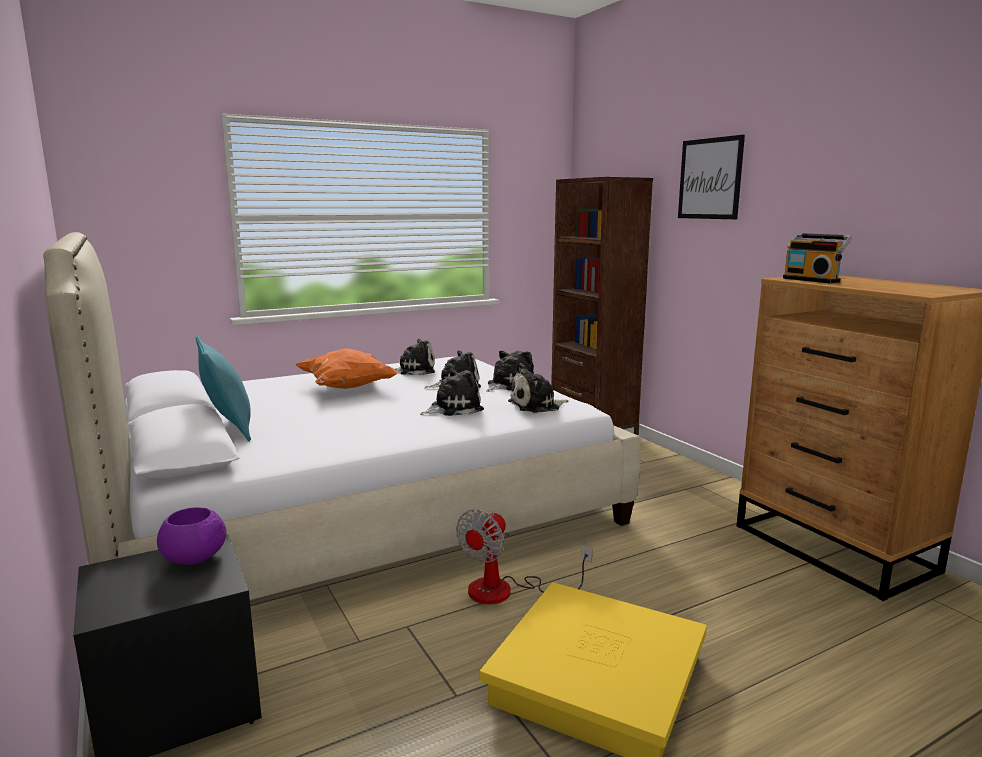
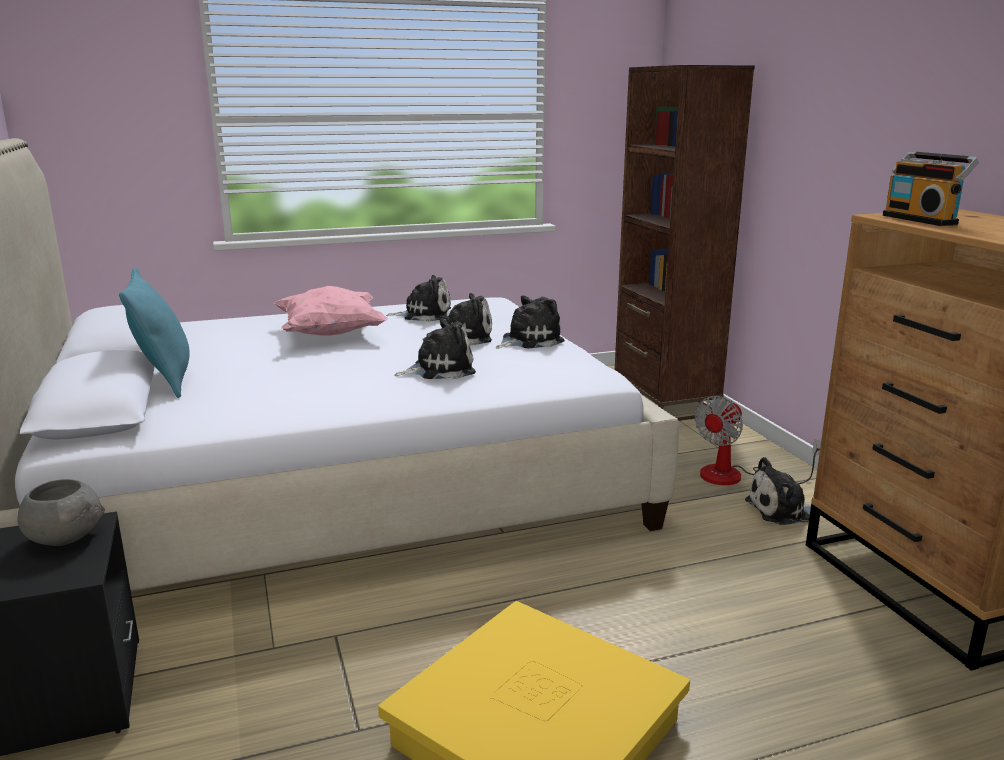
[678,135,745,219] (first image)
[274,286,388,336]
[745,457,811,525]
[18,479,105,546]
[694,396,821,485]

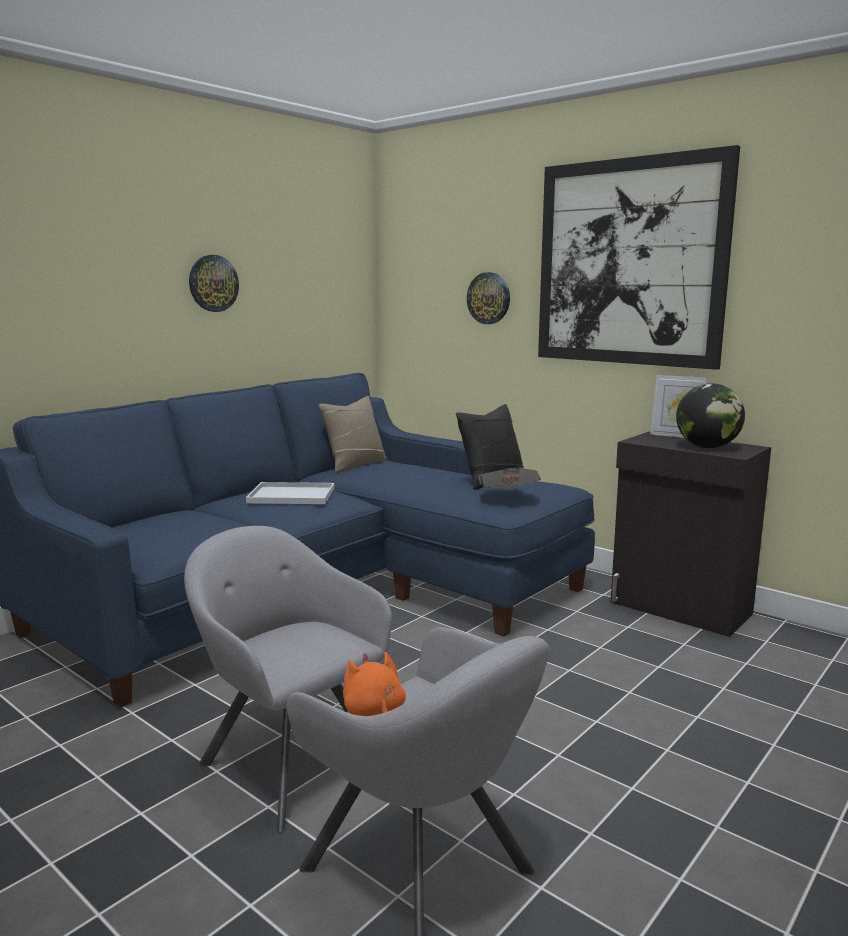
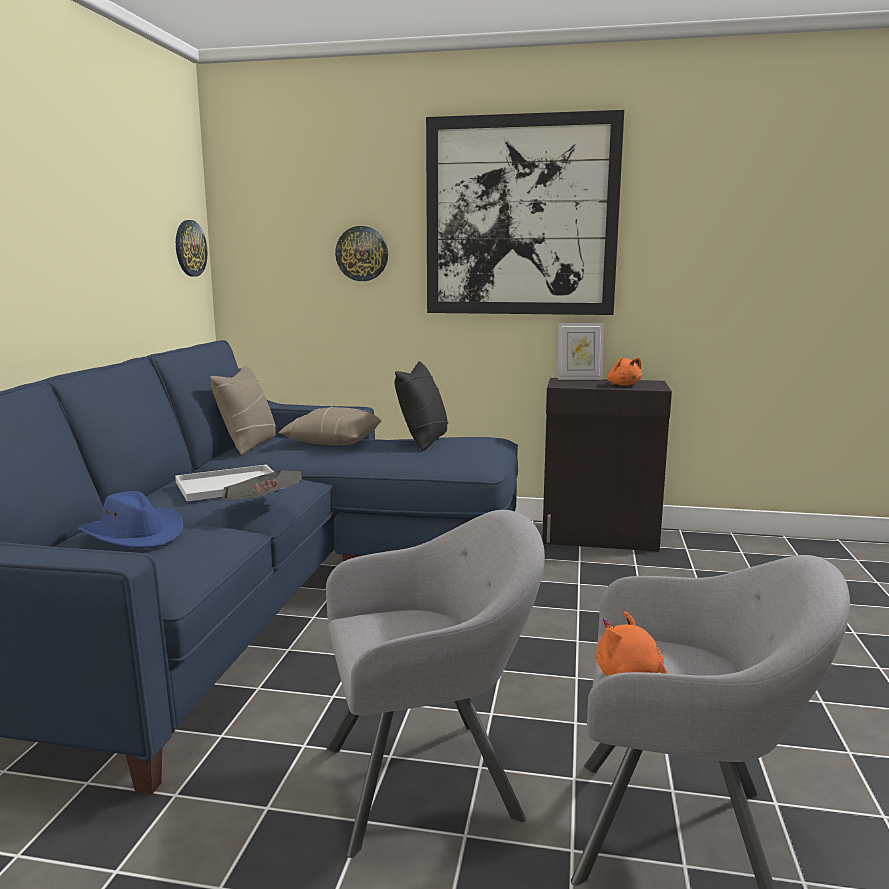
[176,220,207,276]
[608,358,642,386]
[223,470,302,500]
[326,510,545,858]
[278,407,382,445]
[77,491,183,548]

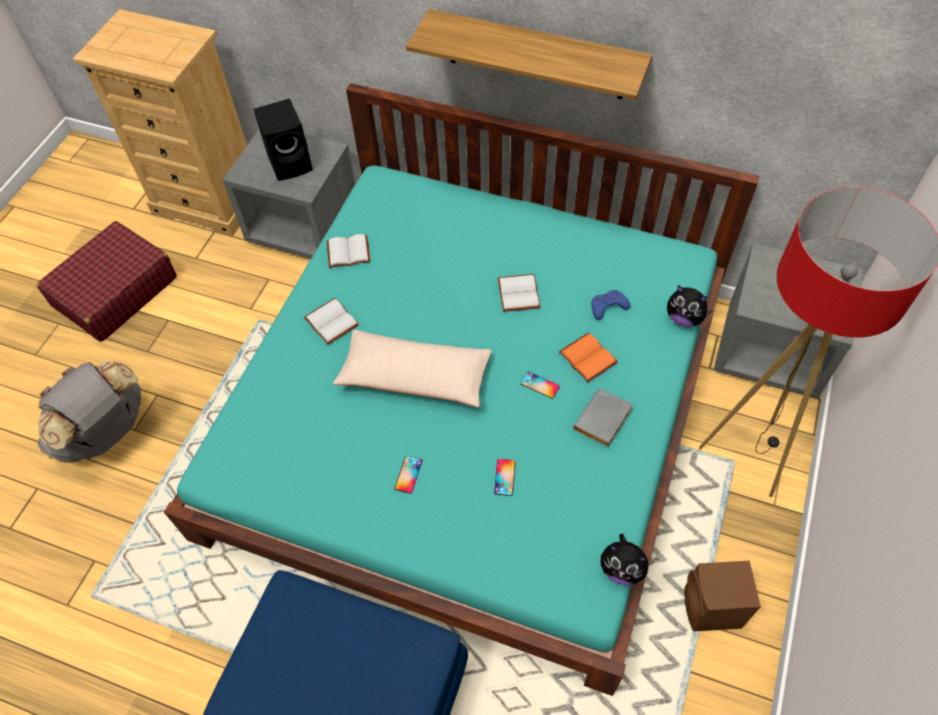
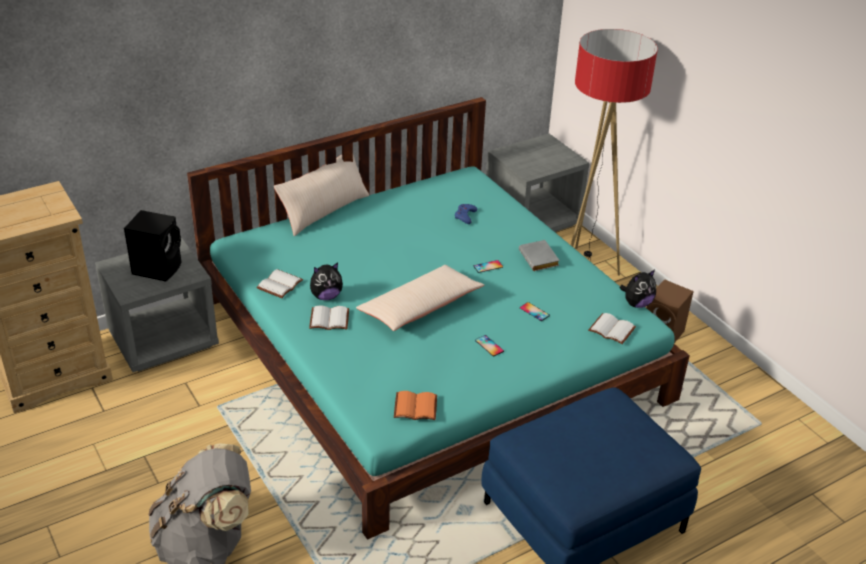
[406,9,652,100] (first image)
[37,221,177,342] (first image)
[588,313,636,344]
[310,263,343,300]
[394,391,437,420]
[274,154,369,236]

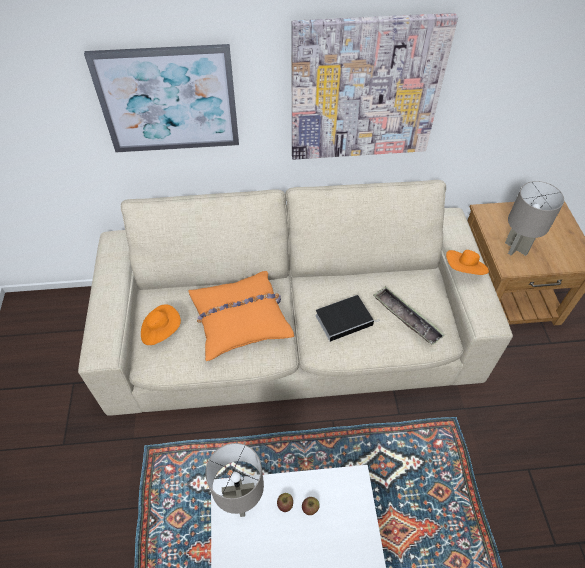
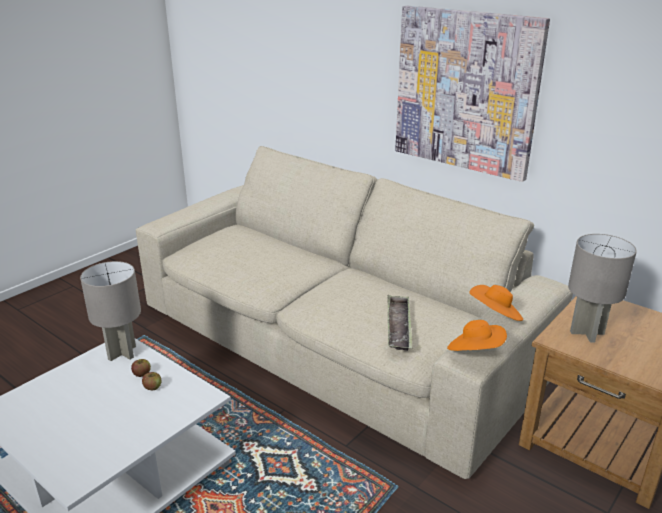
[84,44,239,152] (first image)
[188,271,294,361] (first image)
[315,295,380,342] (first image)
[447,320,507,351]

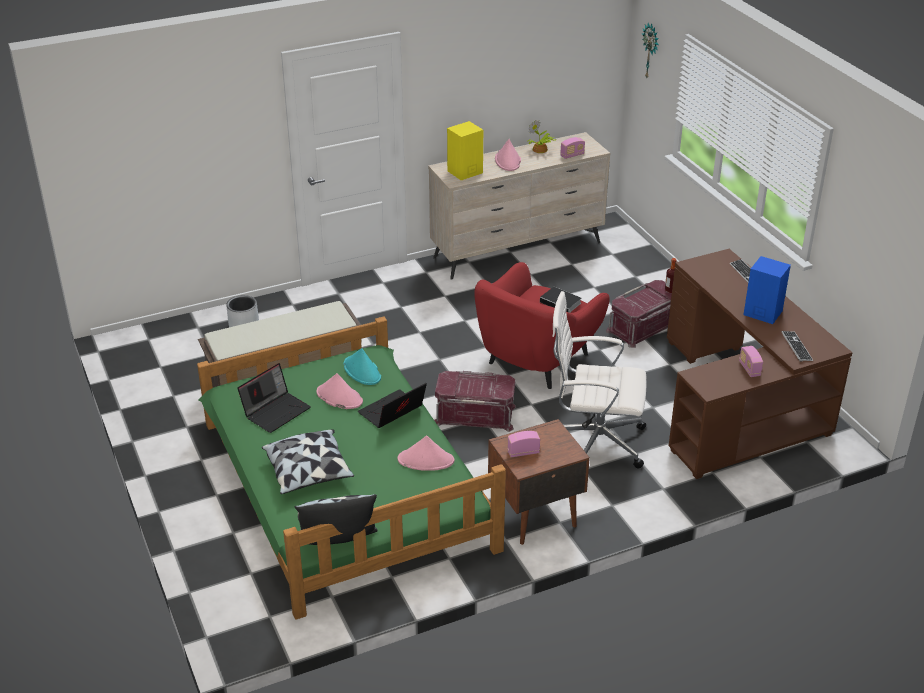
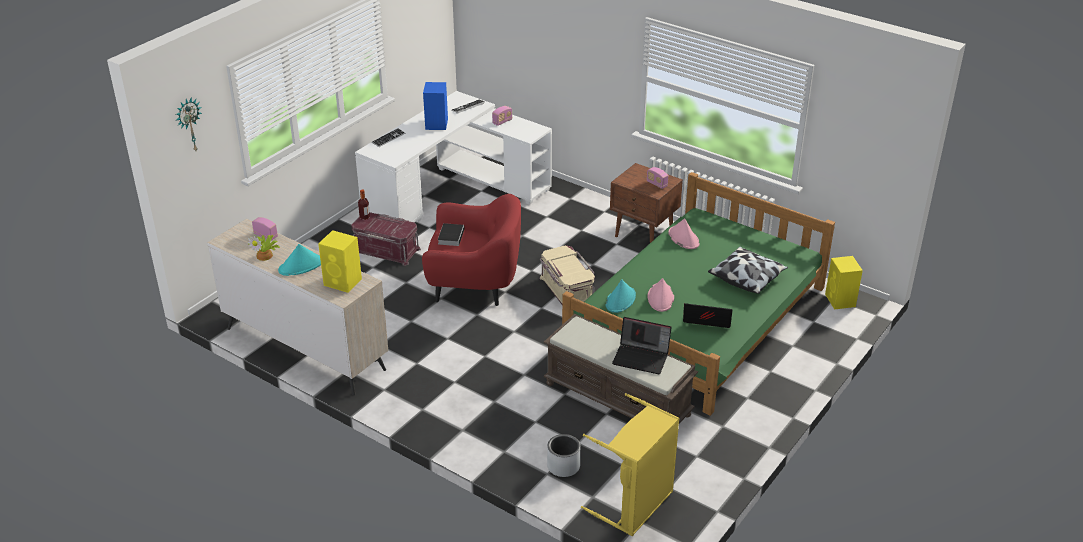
[278,244,321,276]
[355,91,552,222]
[552,291,646,468] (first image)
[539,245,595,305]
[612,317,672,374]
[295,494,378,545] (first image)
[825,256,863,309]
[581,393,680,536]

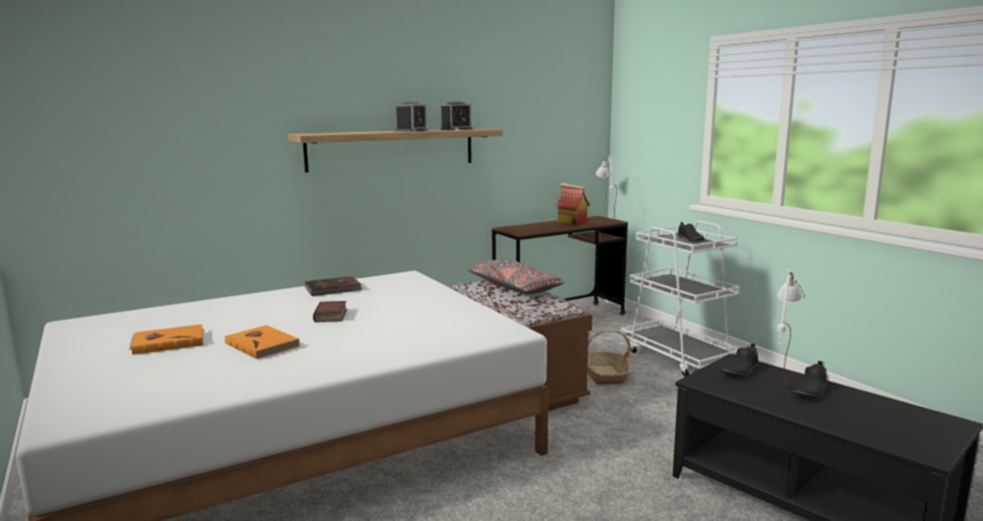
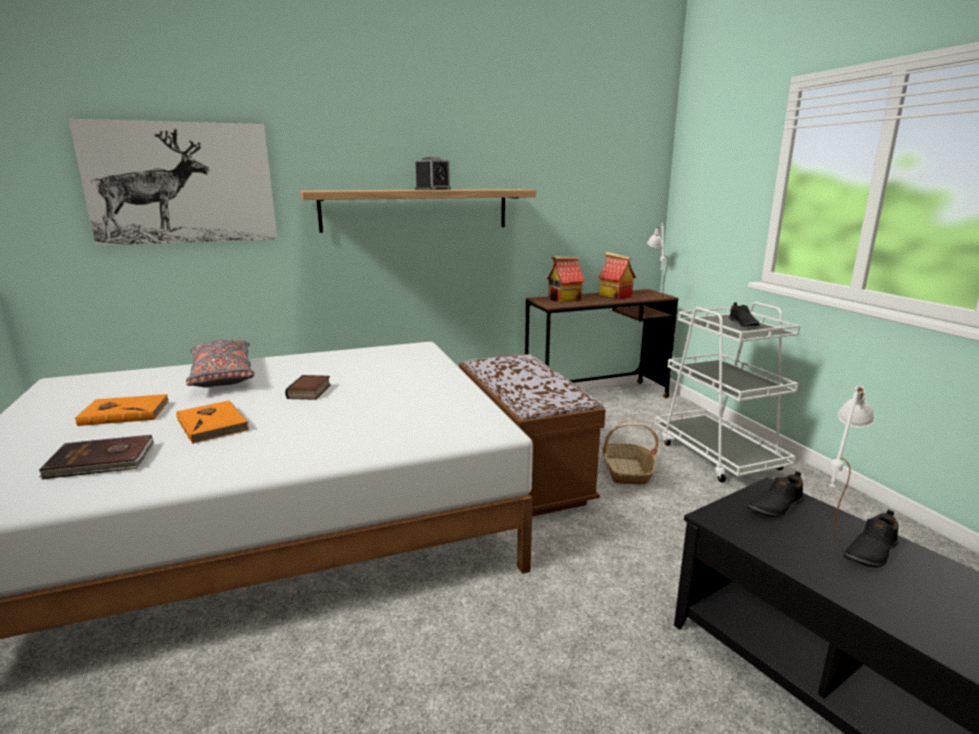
[441,102,473,130] (first image)
[186,339,254,388]
[39,435,154,479]
[69,119,277,246]
[547,256,585,303]

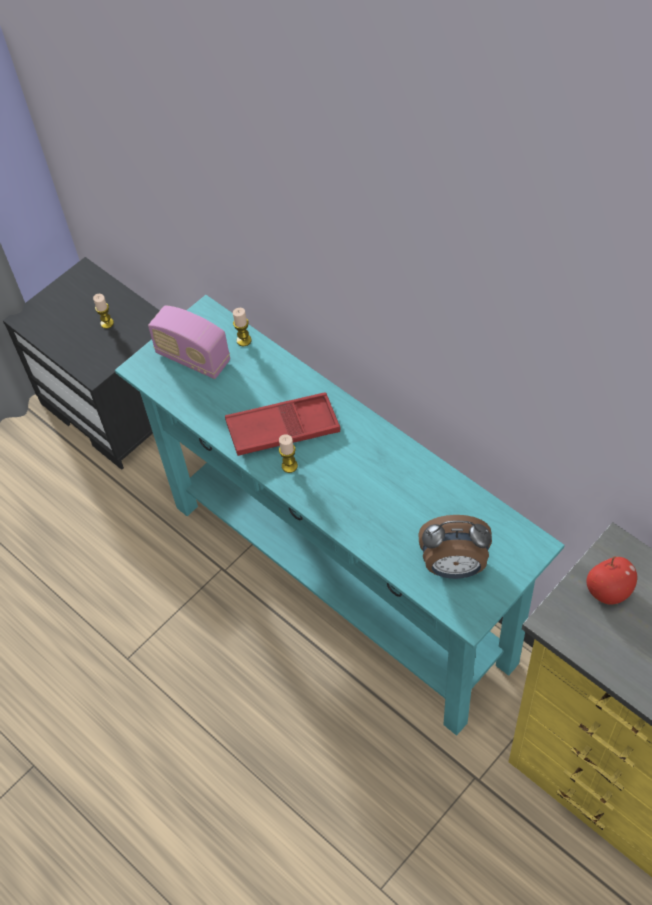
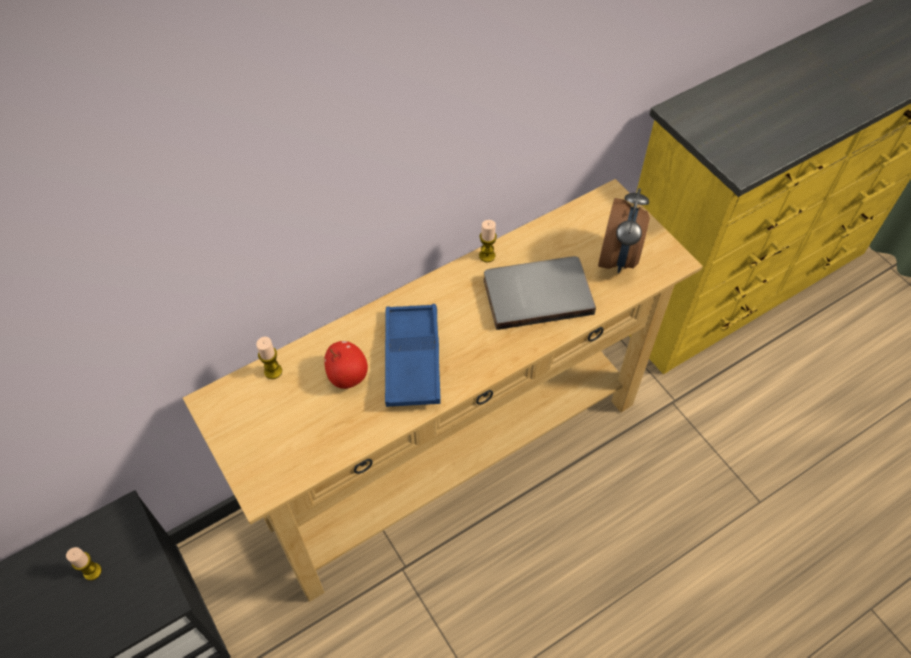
[183,179,703,602]
[148,305,230,379] (first image)
[385,304,441,407]
[479,220,497,262]
[324,341,368,389]
[484,256,596,330]

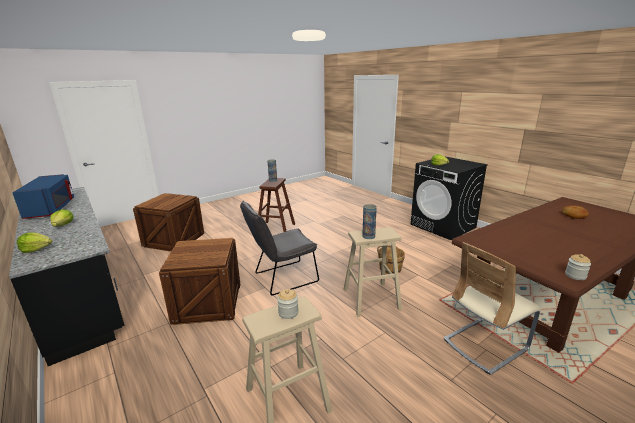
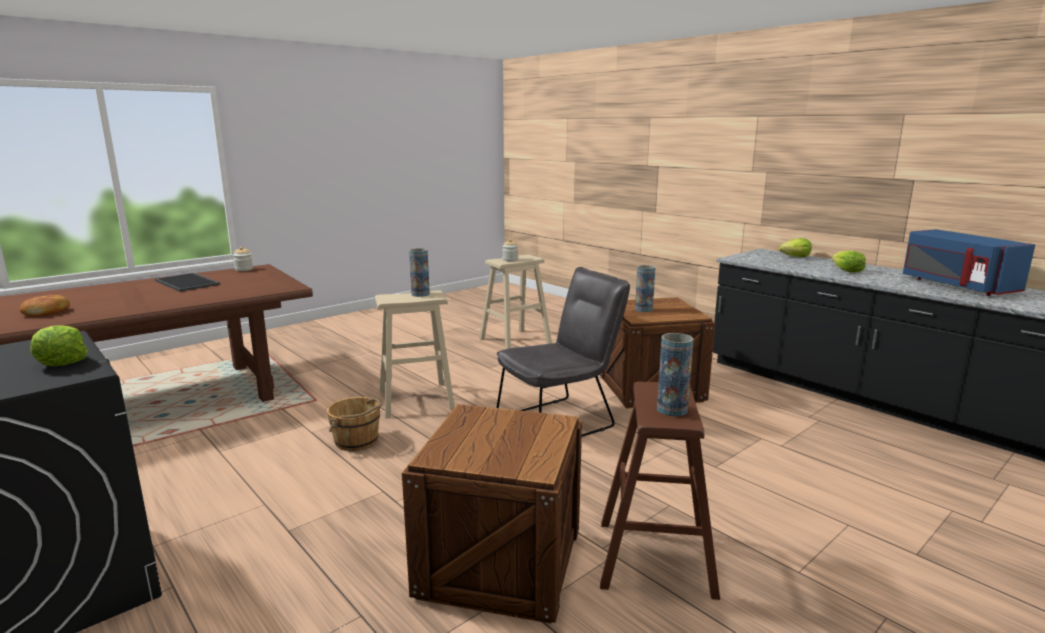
[402,404,582,623]
[444,242,541,375] (first image)
[635,265,655,312]
[155,273,220,292]

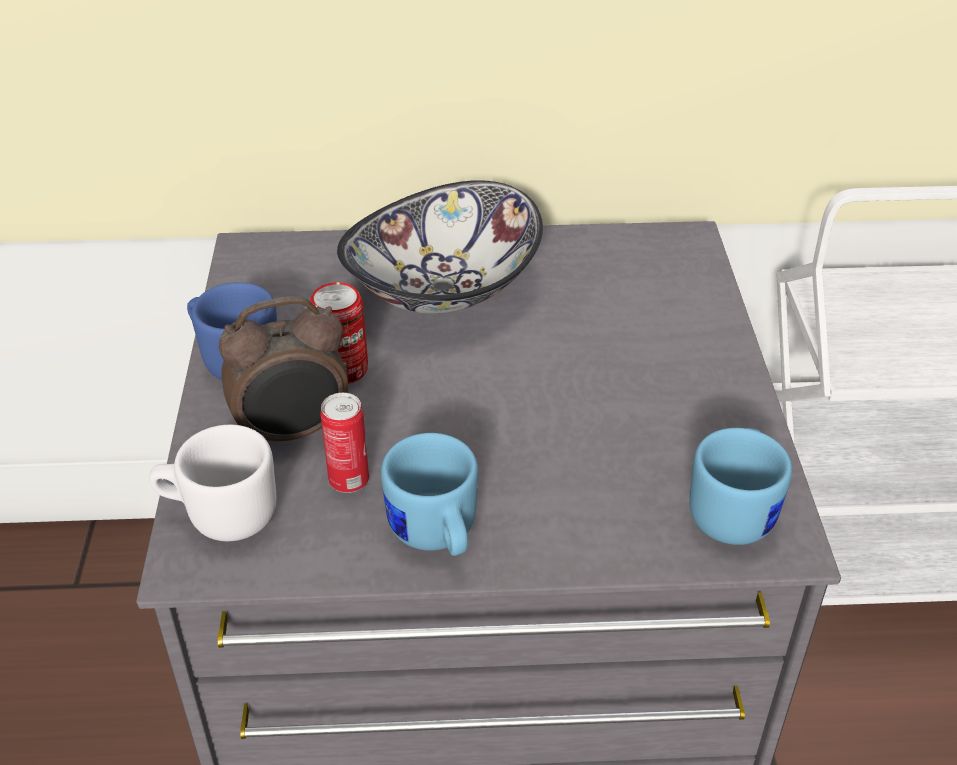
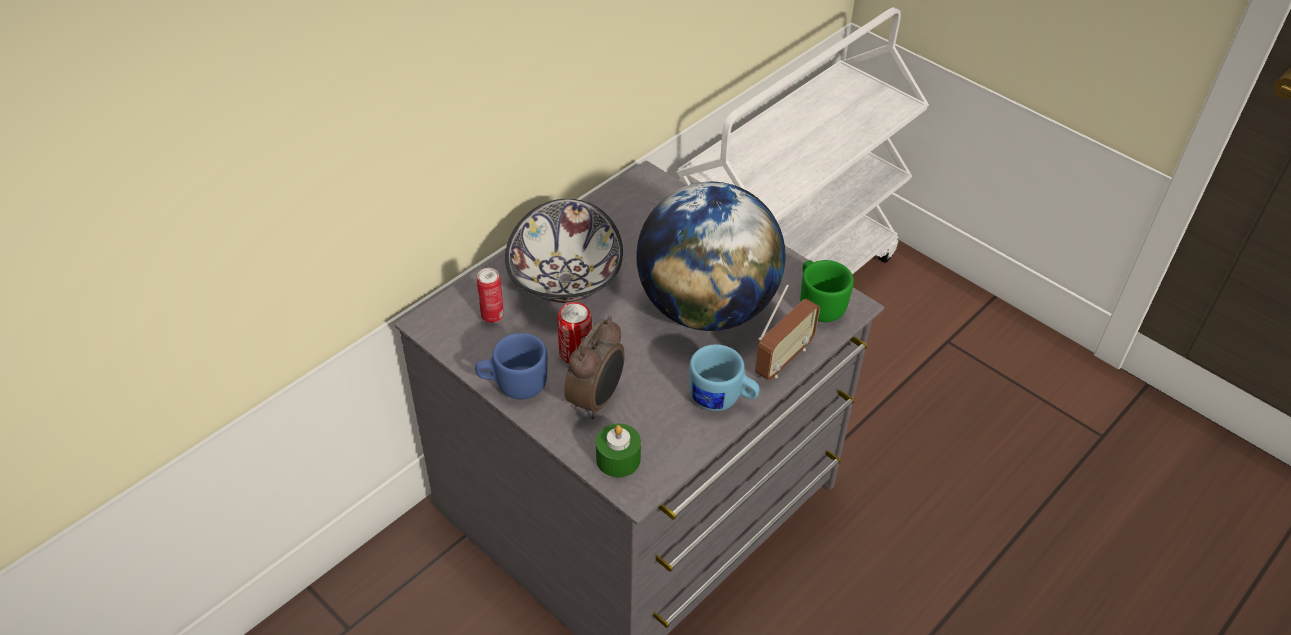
[477,268,504,323]
[596,423,641,478]
[800,260,854,322]
[636,182,786,331]
[755,284,820,380]

